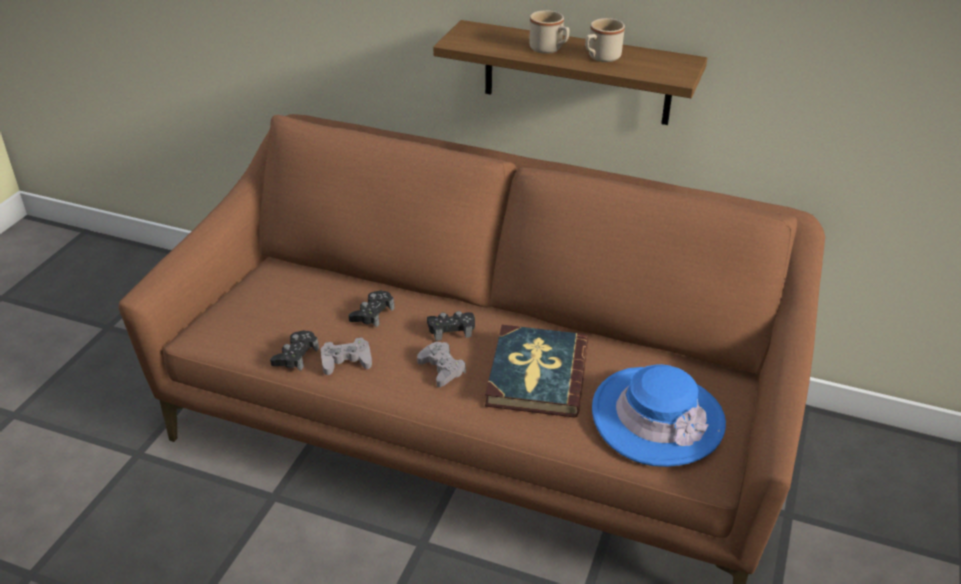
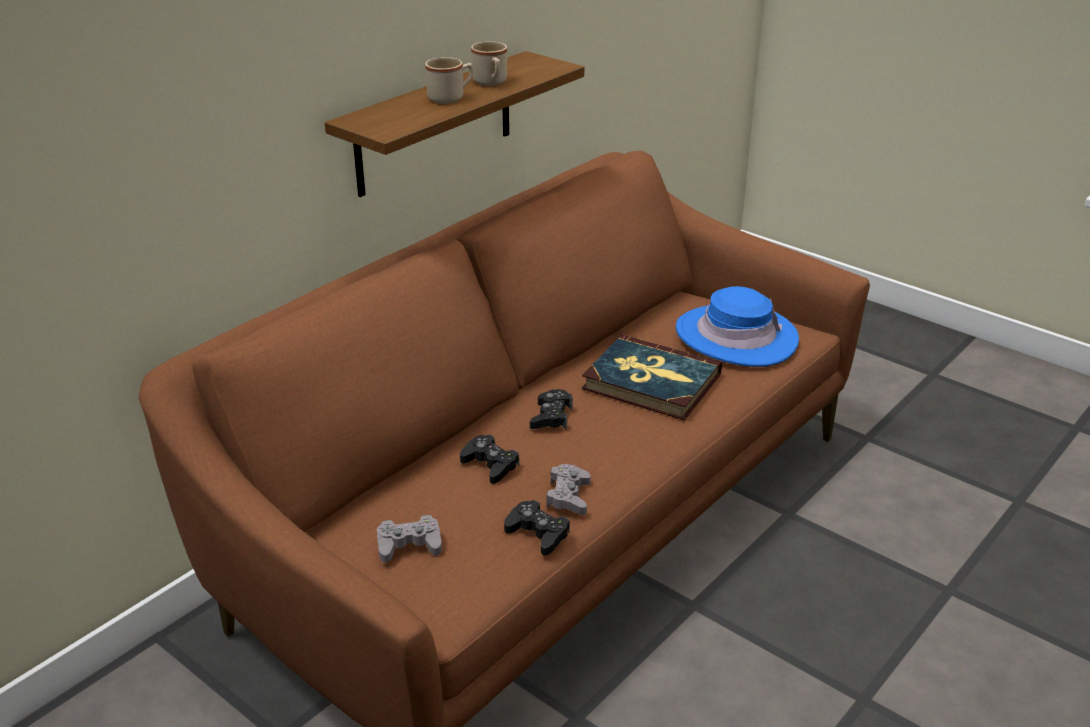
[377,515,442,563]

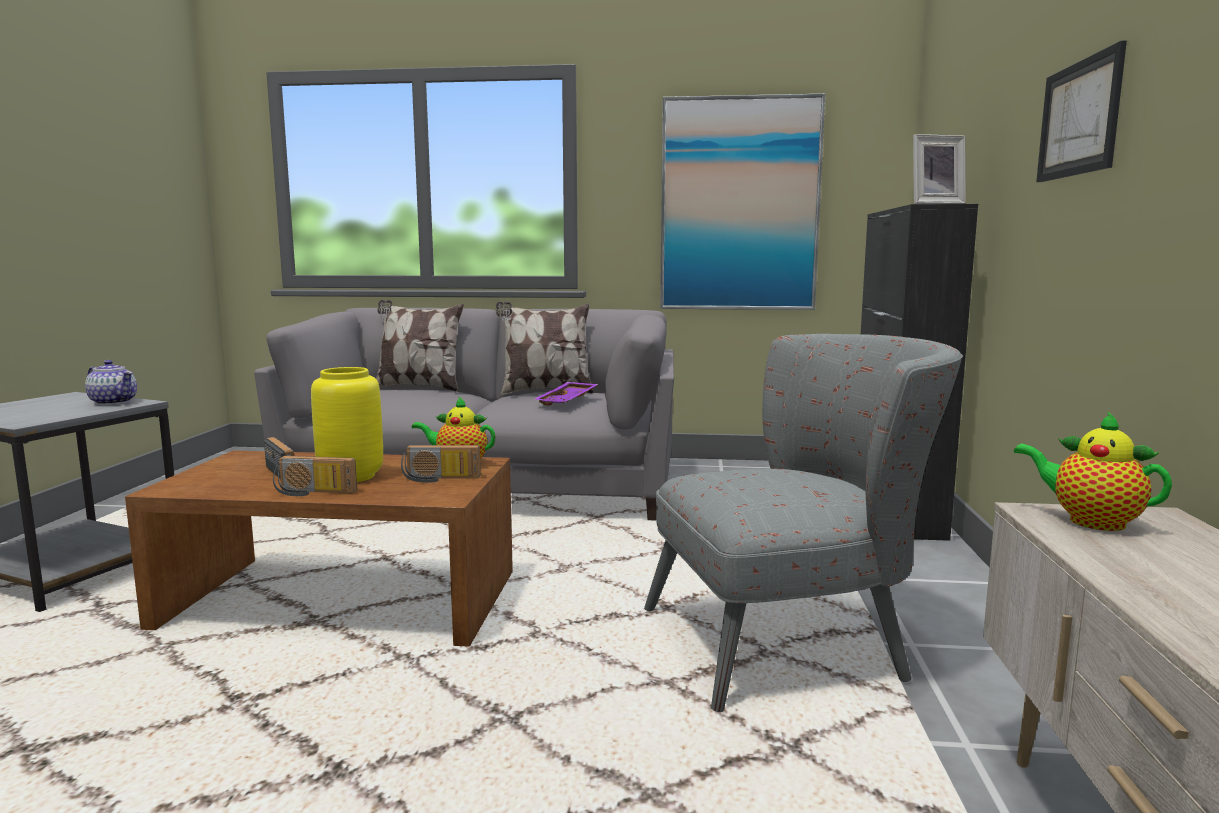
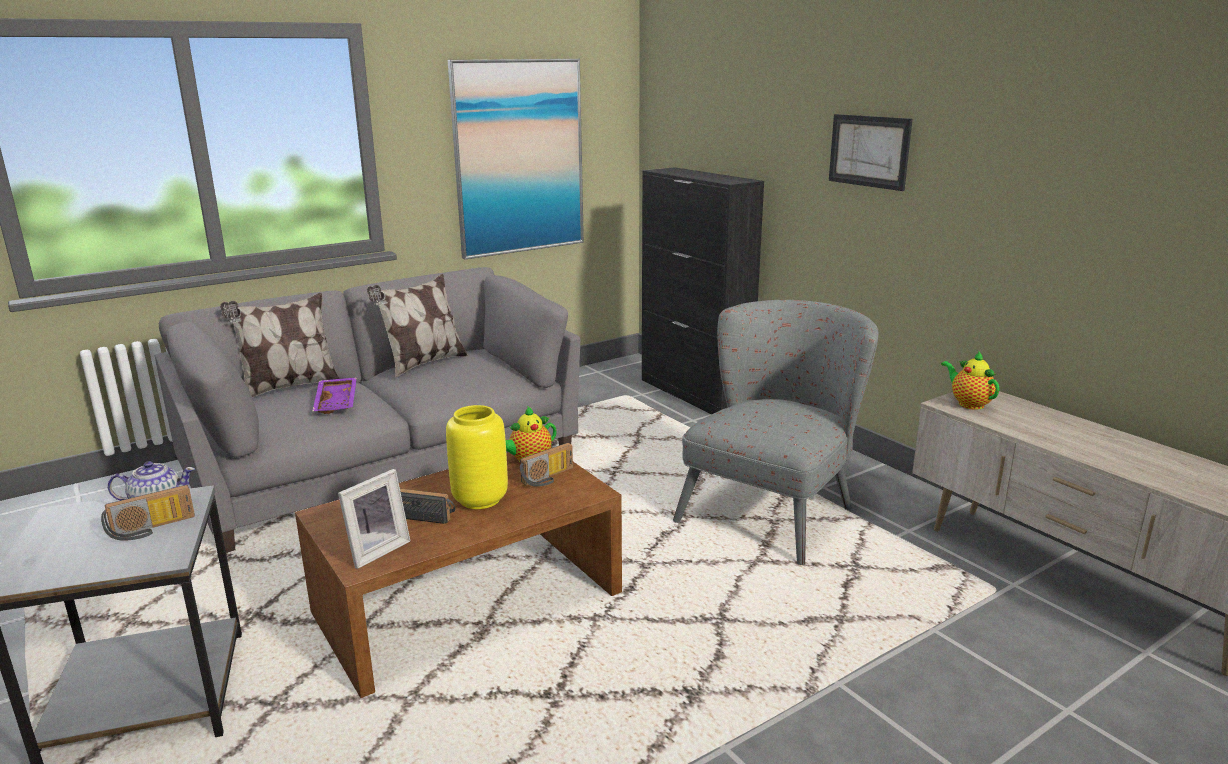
[338,469,410,569]
[312,377,357,414]
[941,350,999,410]
[101,485,195,541]

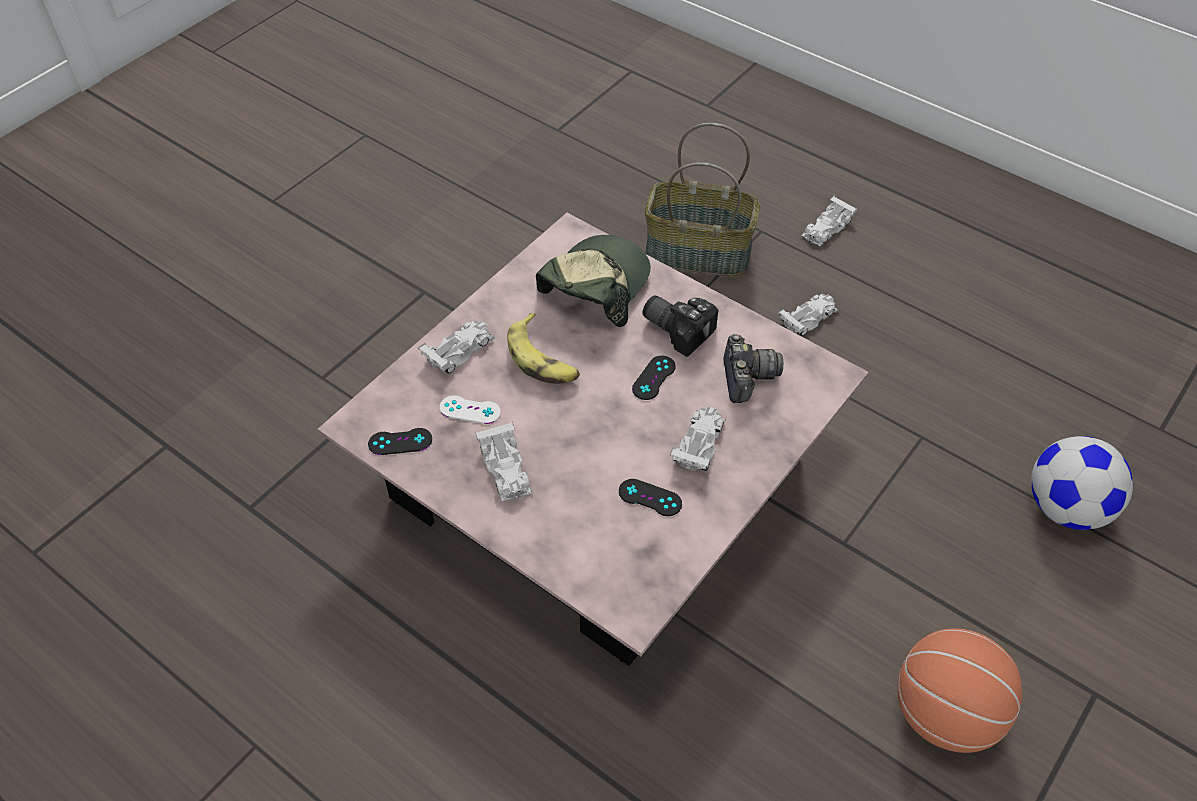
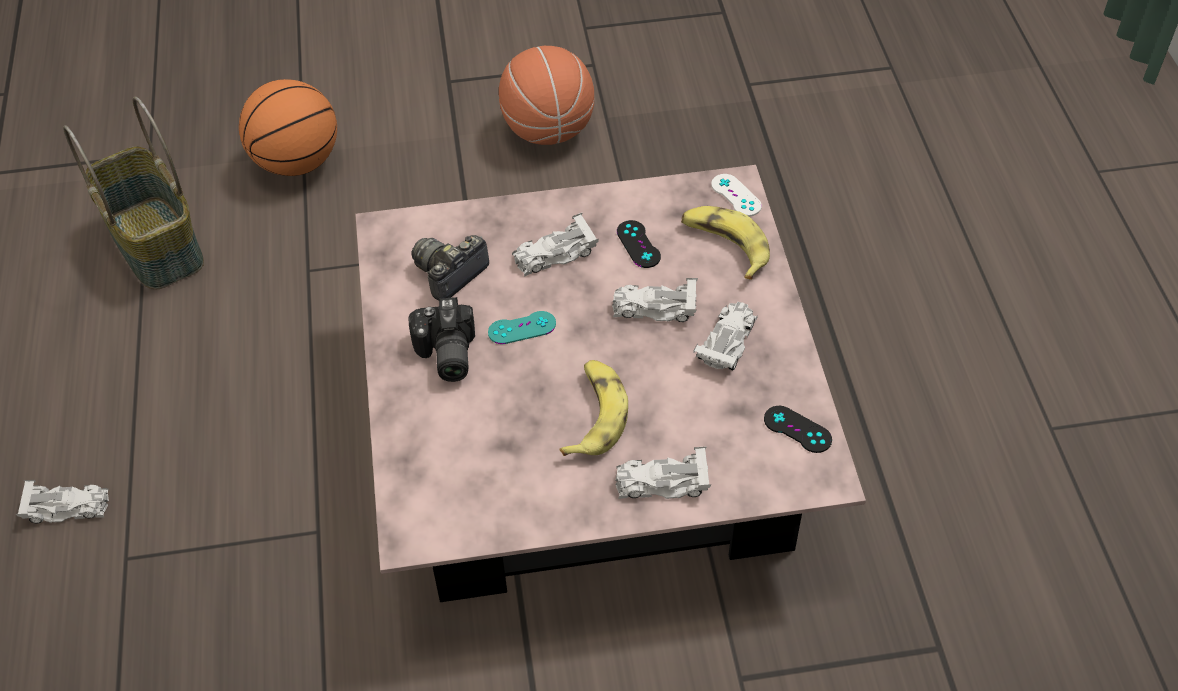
[63,97,204,290]
[536,235,651,327] (first image)
[612,278,698,322]
[488,311,556,344]
[711,174,762,216]
[239,79,337,176]
[681,206,770,280]

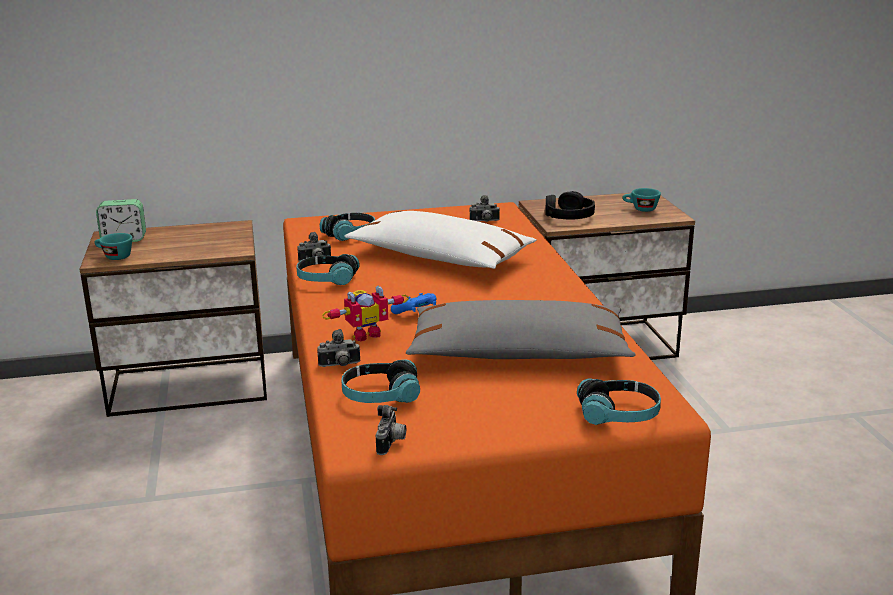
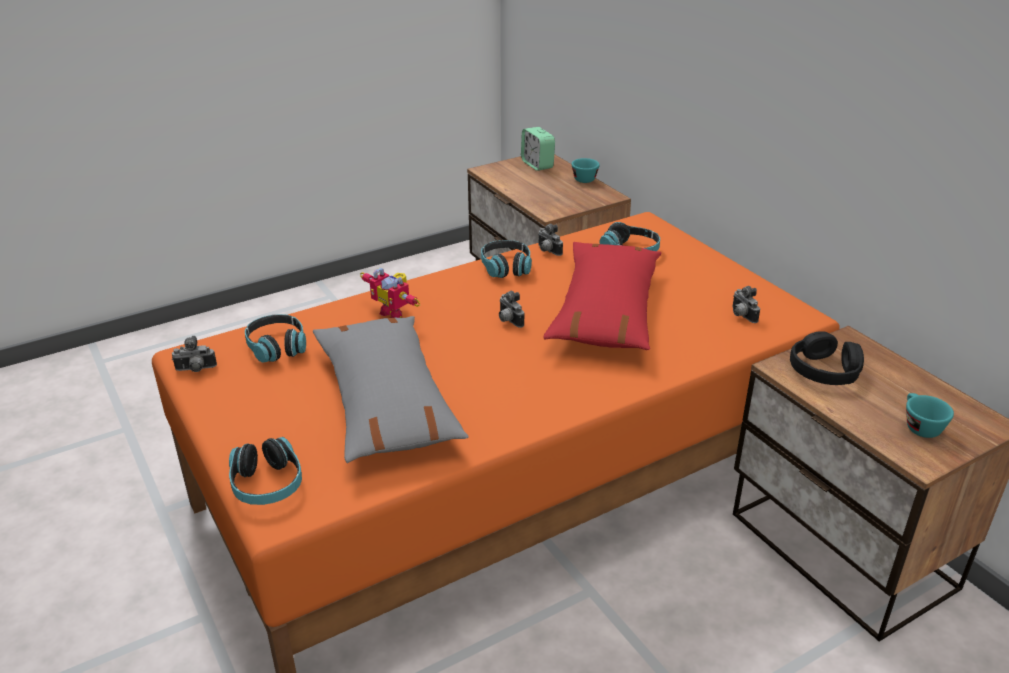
[543,242,662,350]
[571,158,600,183]
[391,293,436,314] (first image)
[499,291,524,328]

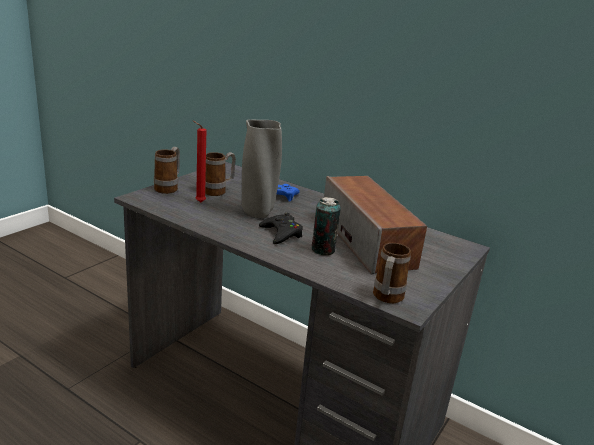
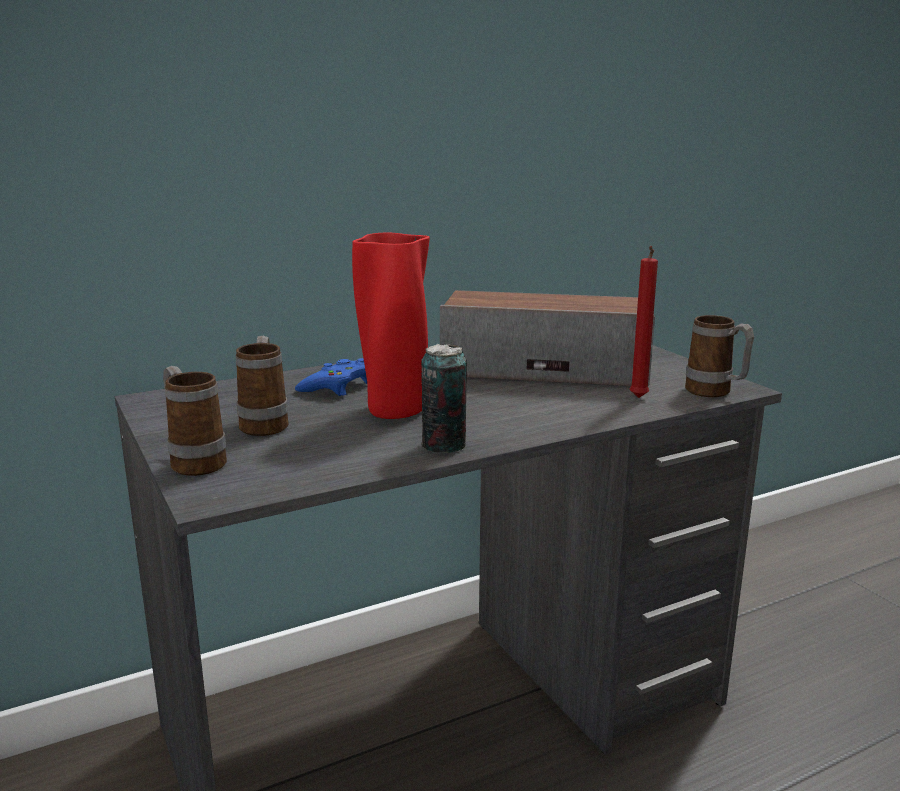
[352,233,430,419]
[630,246,658,398]
[421,344,467,453]
[259,213,303,244] (first image)

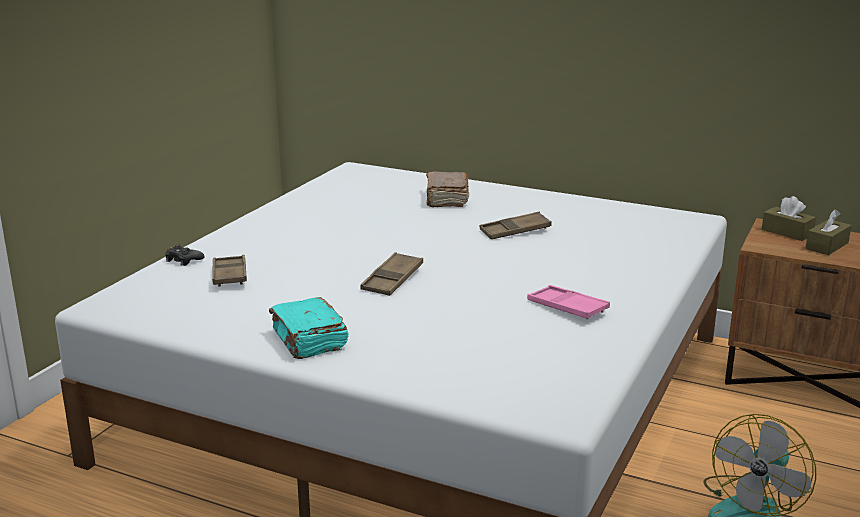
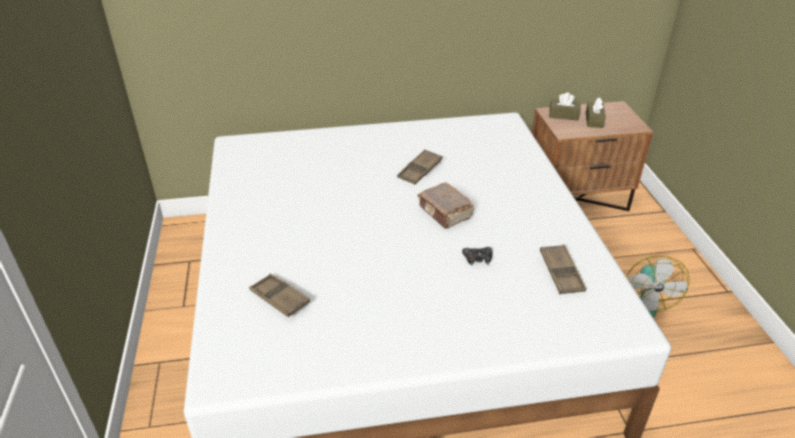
[418,183,474,228]
[462,247,493,265]
[540,245,586,294]
[527,285,610,319] (first image)
[269,297,349,359] (first image)

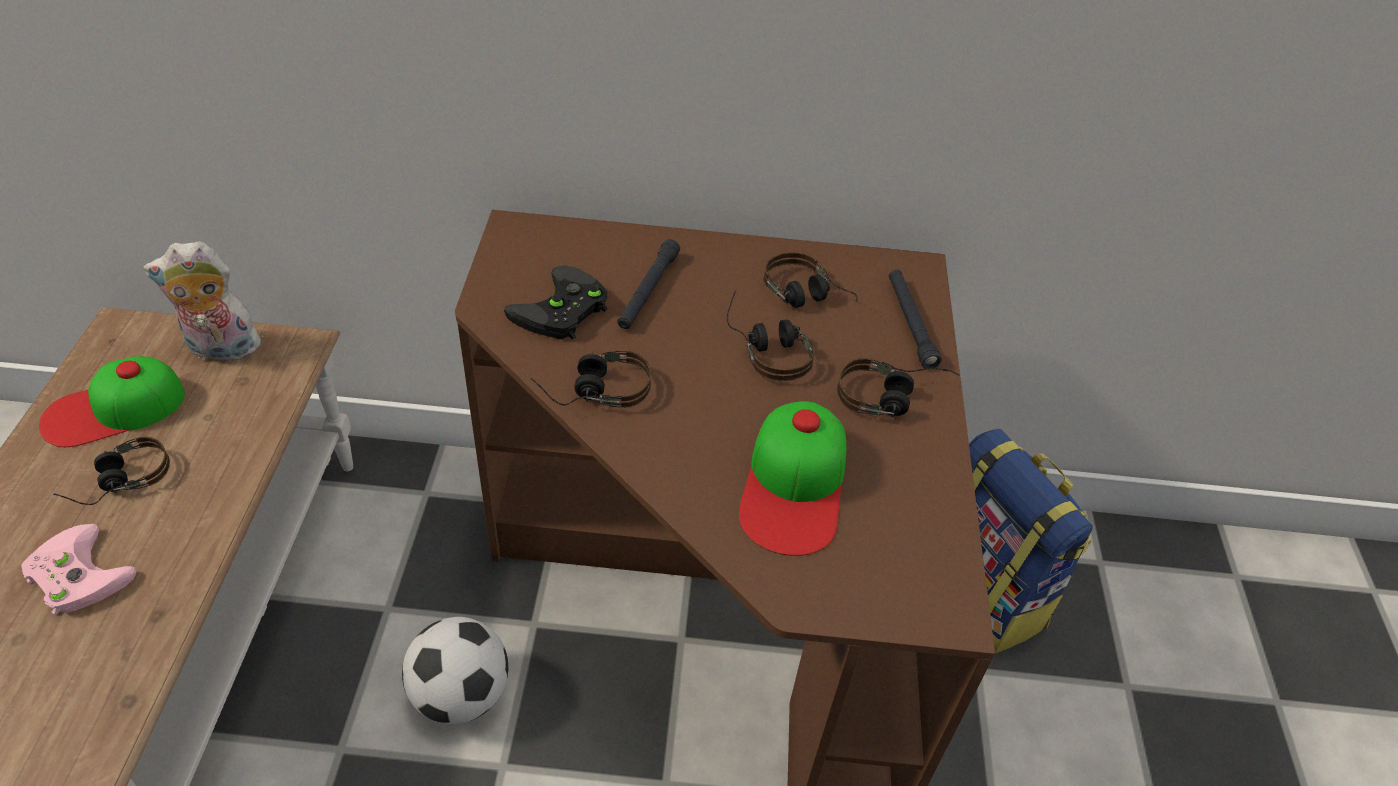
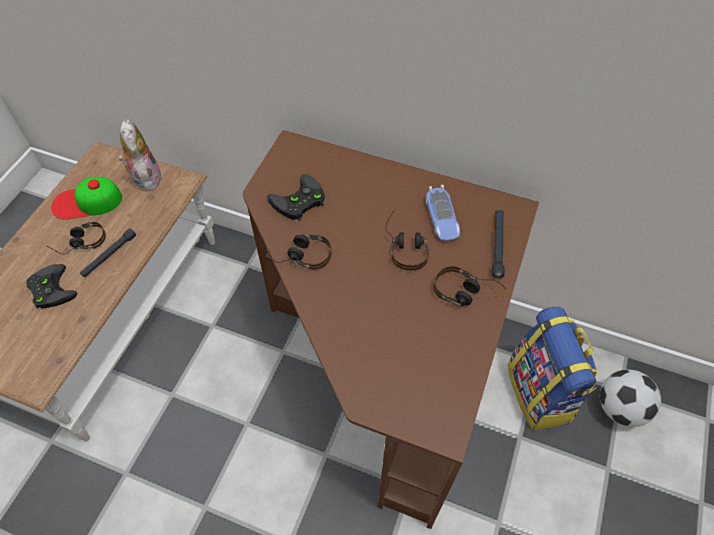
[80,228,136,277]
[118,119,162,191]
[426,185,460,241]
[739,401,846,556] (first image)
[27,264,77,308]
[600,370,661,427]

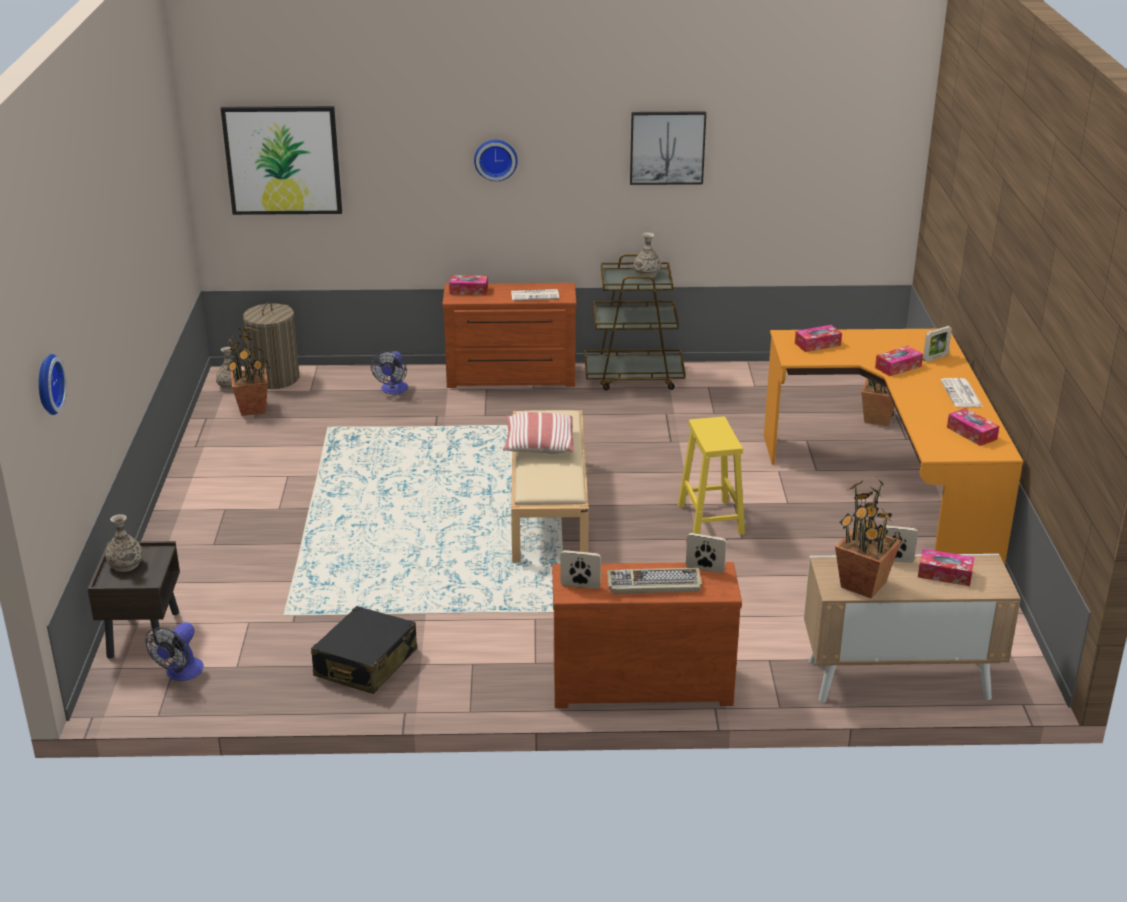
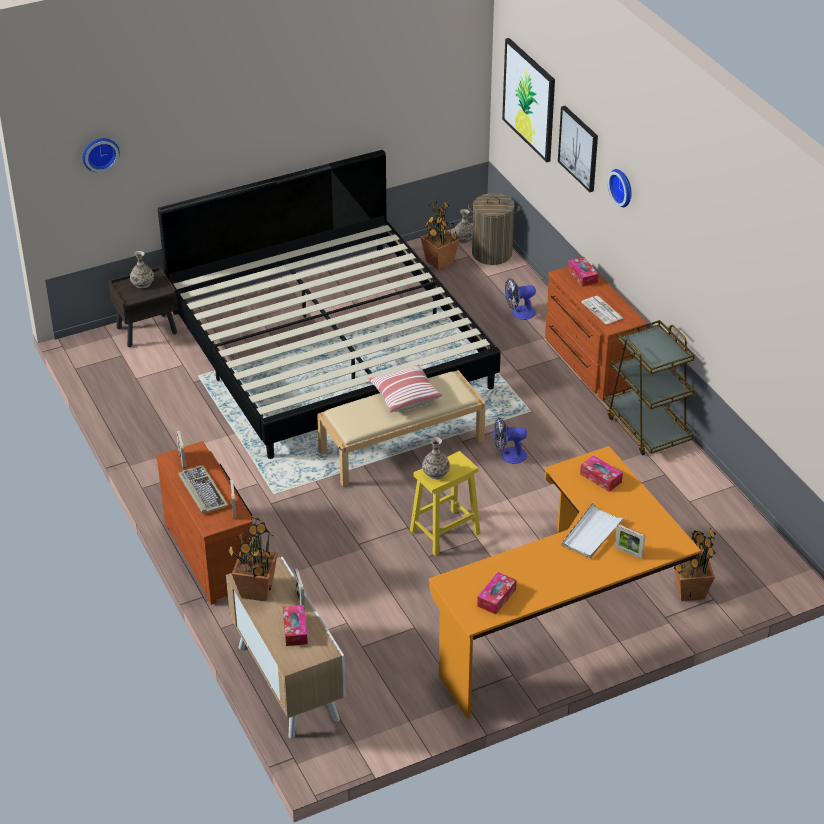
[558,106,598,192]
[422,437,450,479]
[562,503,625,559]
[940,378,982,407] (first image)
[311,606,417,694] (first image)
[494,417,527,464]
[158,150,501,459]

